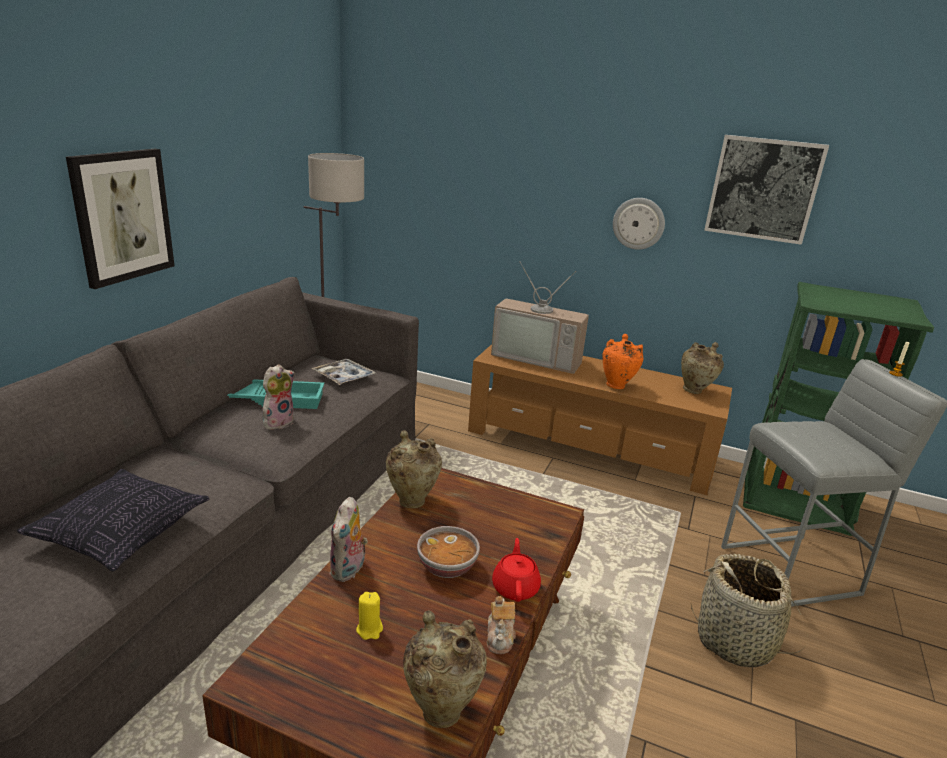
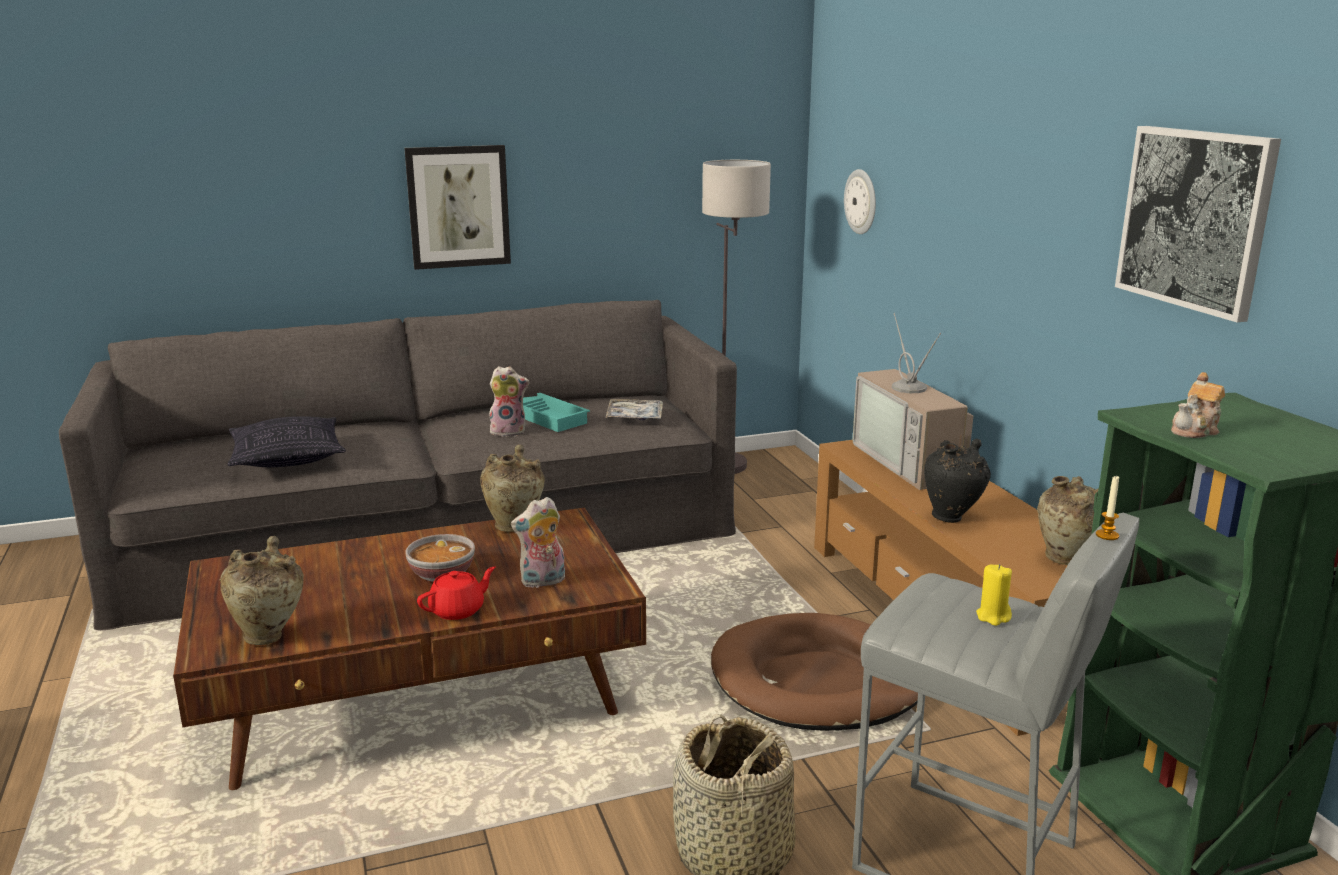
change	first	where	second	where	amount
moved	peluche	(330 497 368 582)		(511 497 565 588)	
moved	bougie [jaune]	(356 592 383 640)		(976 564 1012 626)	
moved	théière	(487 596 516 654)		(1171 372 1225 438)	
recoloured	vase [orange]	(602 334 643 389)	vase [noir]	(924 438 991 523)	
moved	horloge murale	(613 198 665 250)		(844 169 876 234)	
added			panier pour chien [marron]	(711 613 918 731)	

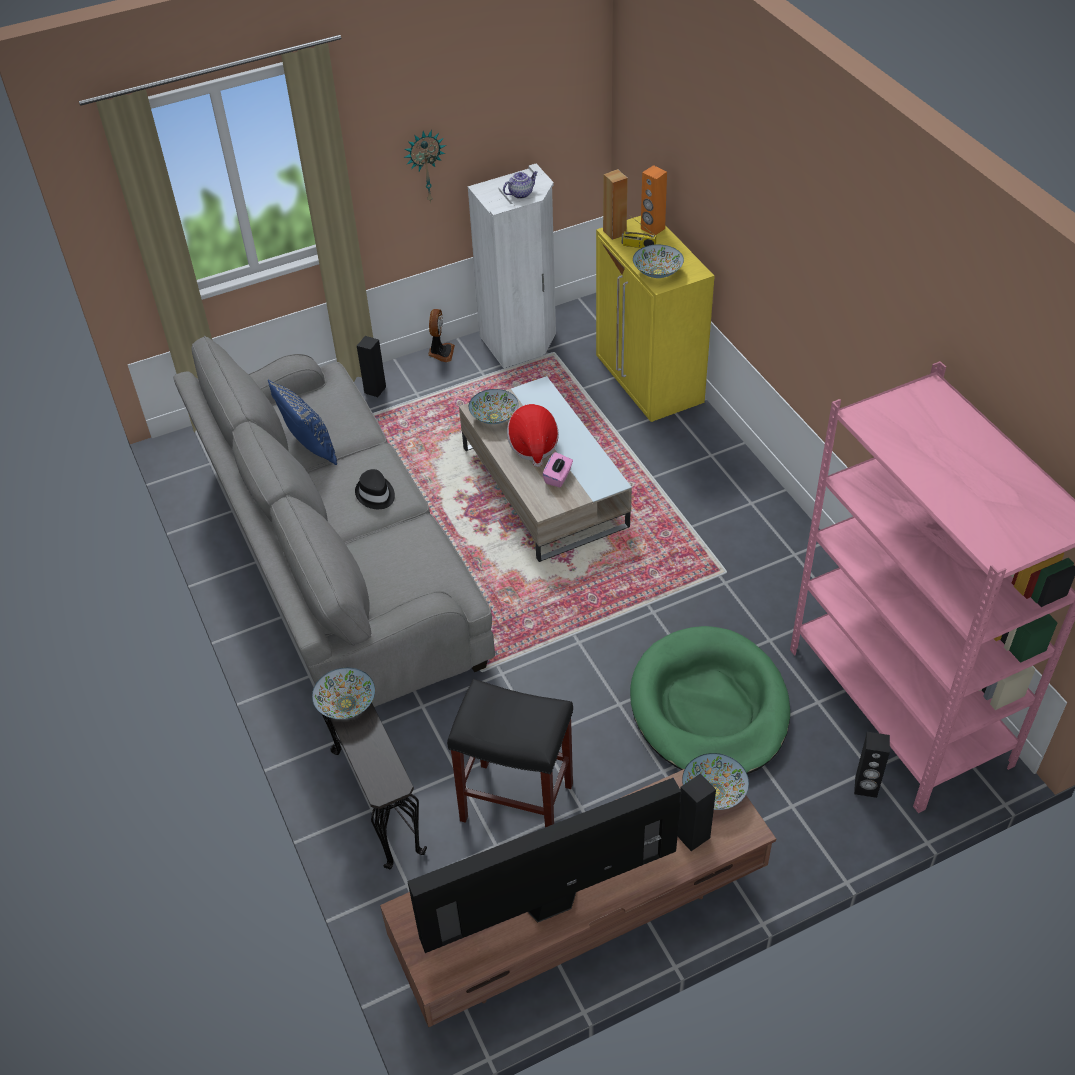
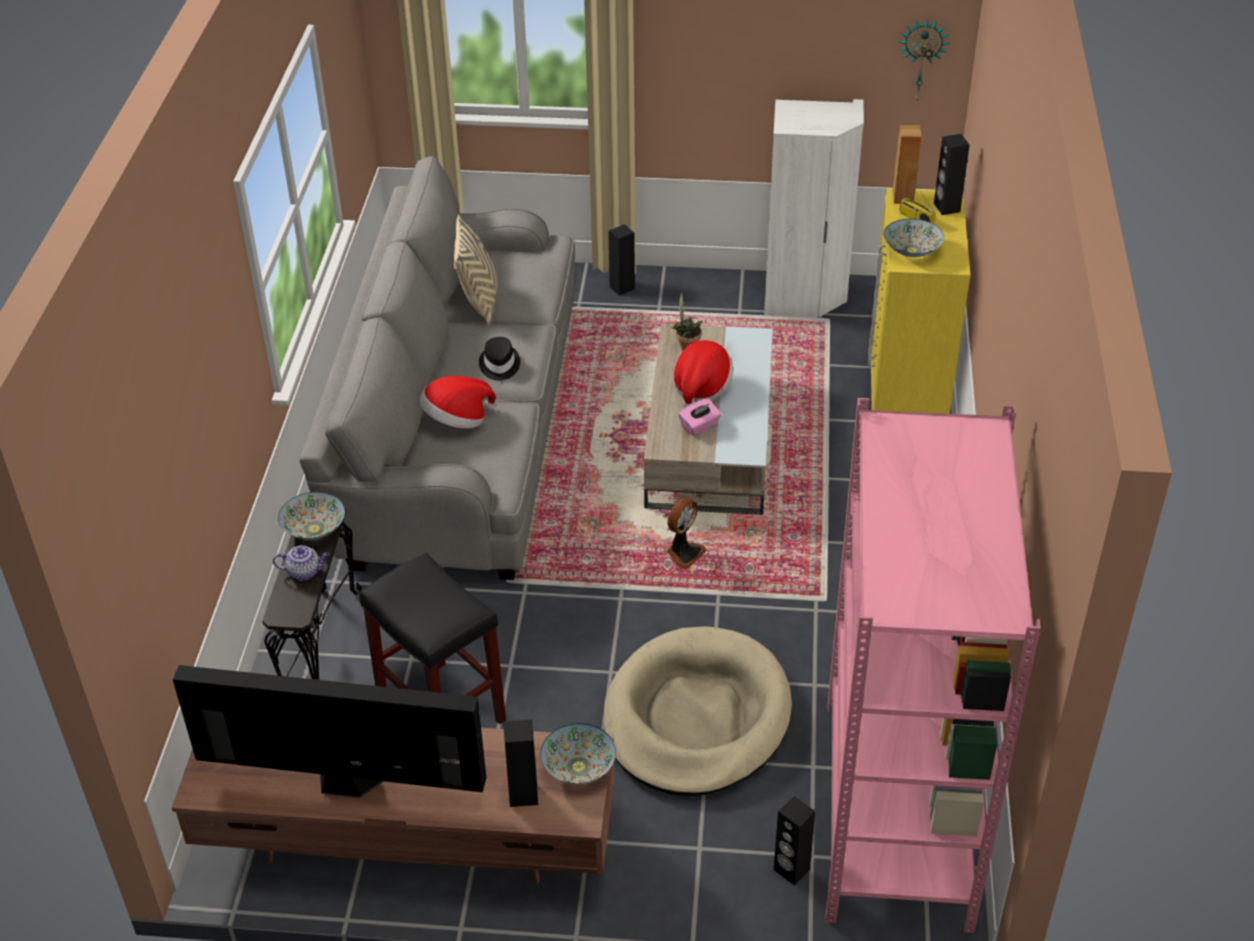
change	first	where	second	where	amount
recoloured	coussin [bleu]	(268 379 337 465)	coussin [beige]	(454 215 498 326)	
moved	horloge murale	(404 130 446 203)		(898 19 950 102)	
moved	ventilateur	(428 309 455 362)		(666 497 707 569)	
replaced	bol	(469 389 519 424)	plante en pot	(671 293 702 351)	
moved	théière	(503 171 538 199)		(273 545 329 581)	
recoloured	panier pour chien [vert]	(630 626 790 774)	panier pour chien [beige]	(603 626 792 796)	
recoloured	enceinte [orange]	(641 165 667 235)	enceinte [noir]	(934 134 969 215)	
added			chapeau	(420 376 496 429)	

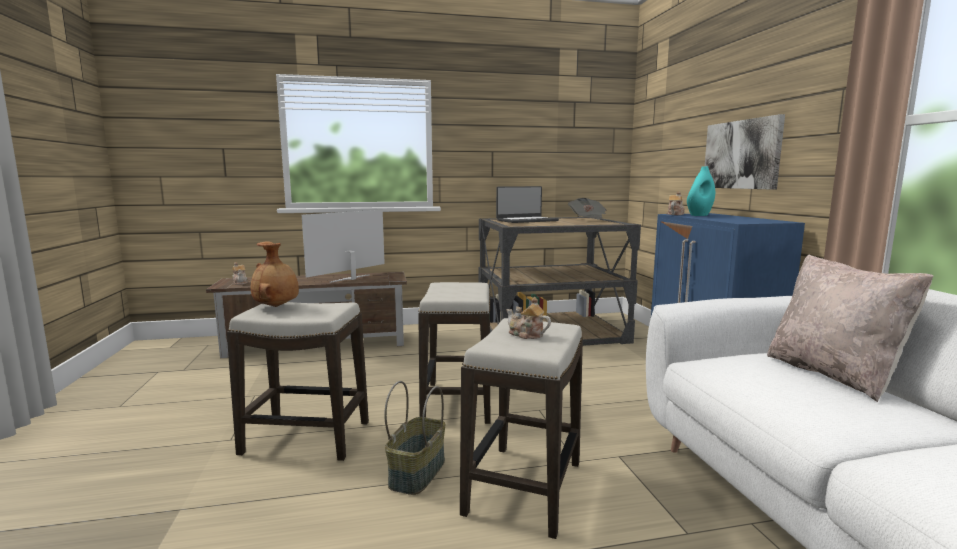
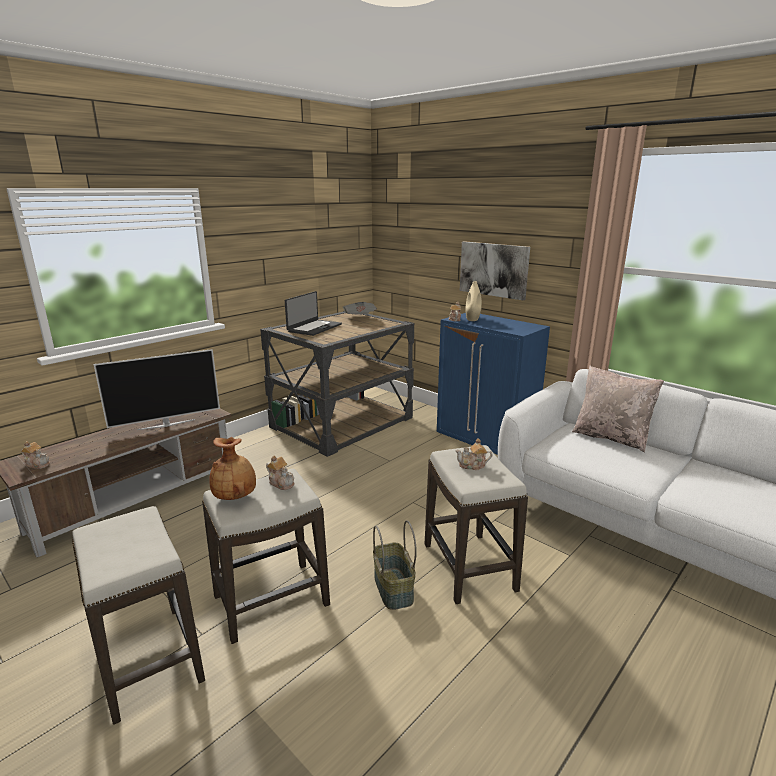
change	first	where	second	where	amount
turned	téléviseur	(302 210 385 283)		(94 349 220 430)	120 degrees counterclockwise
moved	tabouret	(418 282 490 424)		(72 506 205 725)	
recoloured	vase [turquoise]	(687 166 715 216)	vase [beige]	(465 281 482 321)	
added			théière	(266 456 294 490)	

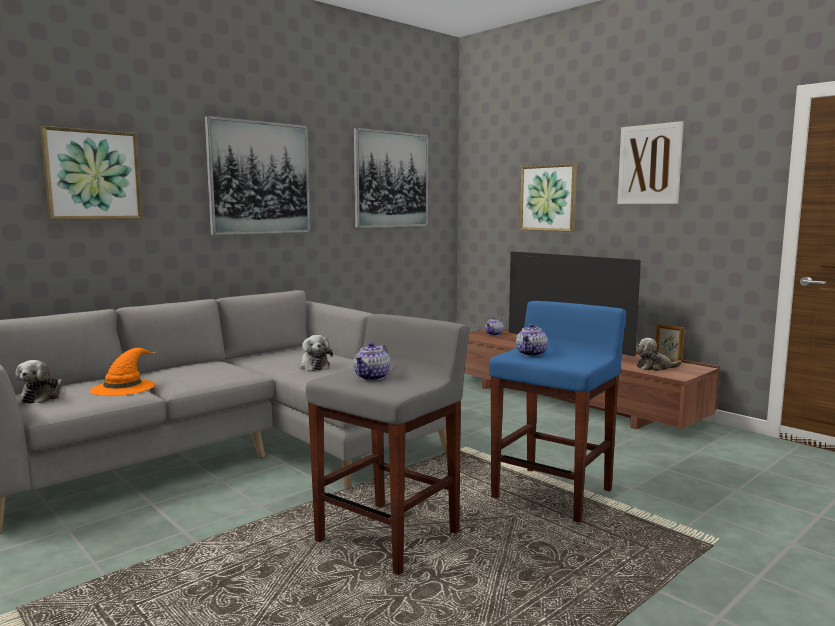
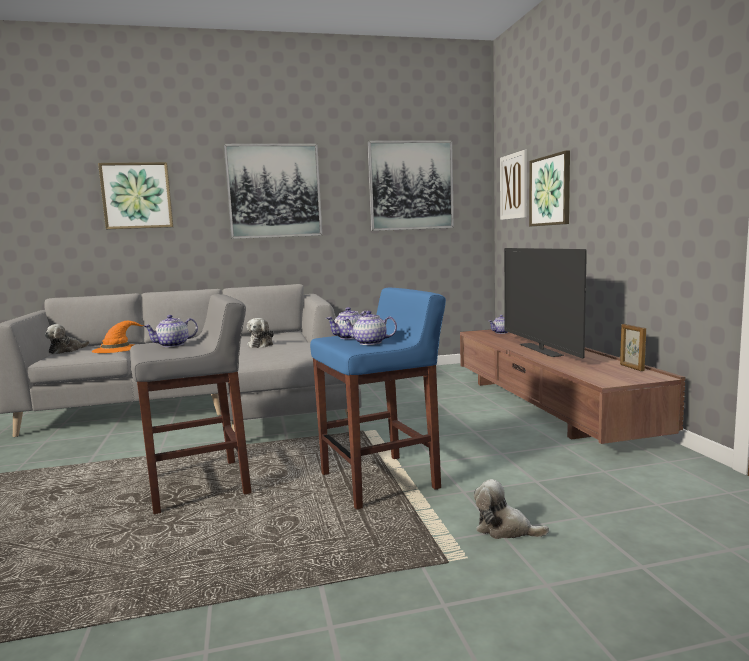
change	first	where	second	where	amount
moved	tableau	(617 121 684 204)		(500 150 527 220)	
moved	peluche	(636 338 682 371)		(474 479 549 539)	
added			théière	(343 311 397 345)	

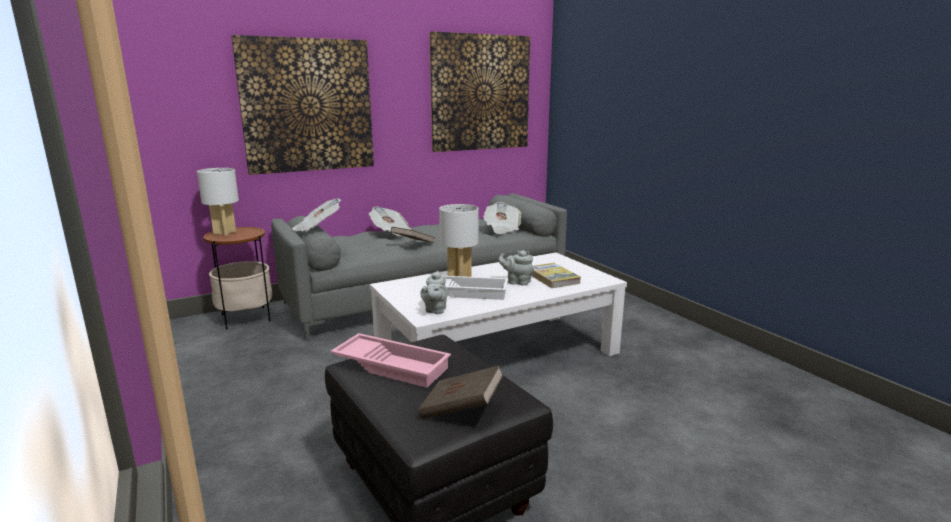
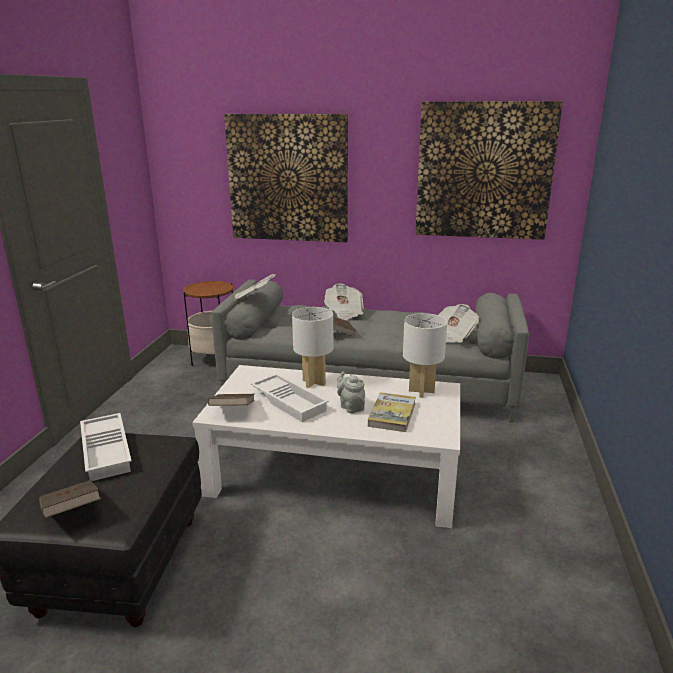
change	first	where	second	where	amount
moved	lampe de table [blanc]	(197 168 239 236)		(403 313 447 398)	
recoloured	plateau [rose]	(331 333 451 388)	plateau [blanc]	(80 413 131 481)	
replaced	théière [gris]	(420 271 448 314)	livre [marron]	(208 394 255 406)	

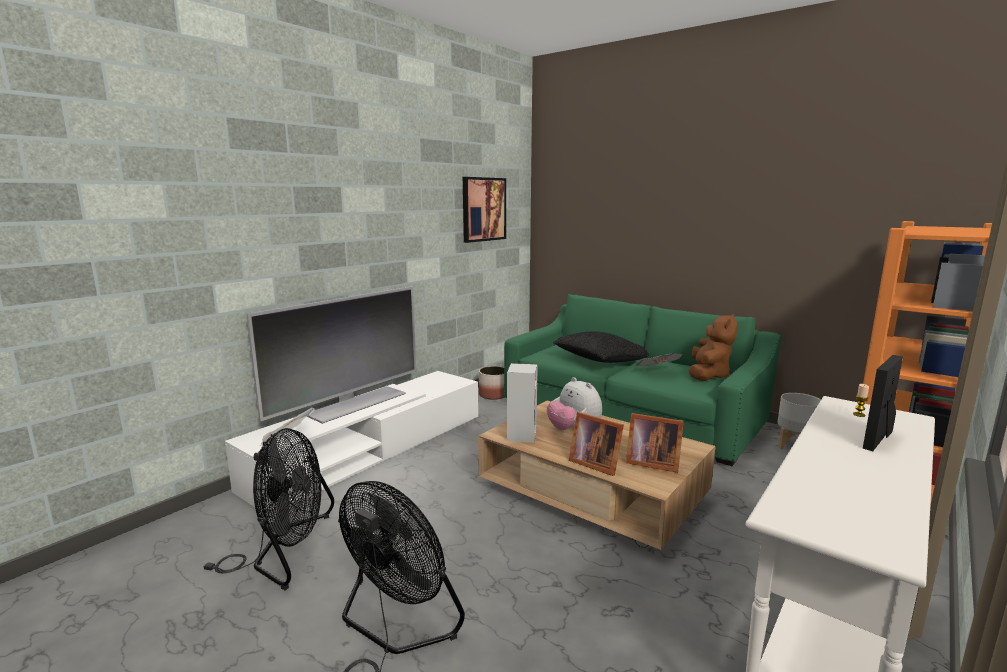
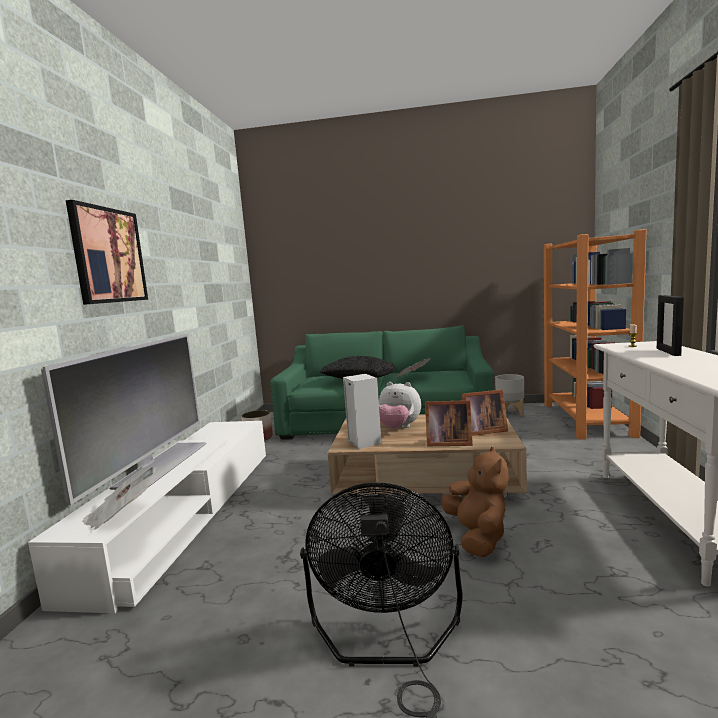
change	first	where	second	where	amount
removed	ventilateur [noir]	(203 428 334 591)			
moved	tableau	(463 177 506 243)		(66 200 148 305)	
moved	peluche [marron]	(688 314 738 381)		(441 447 509 558)	

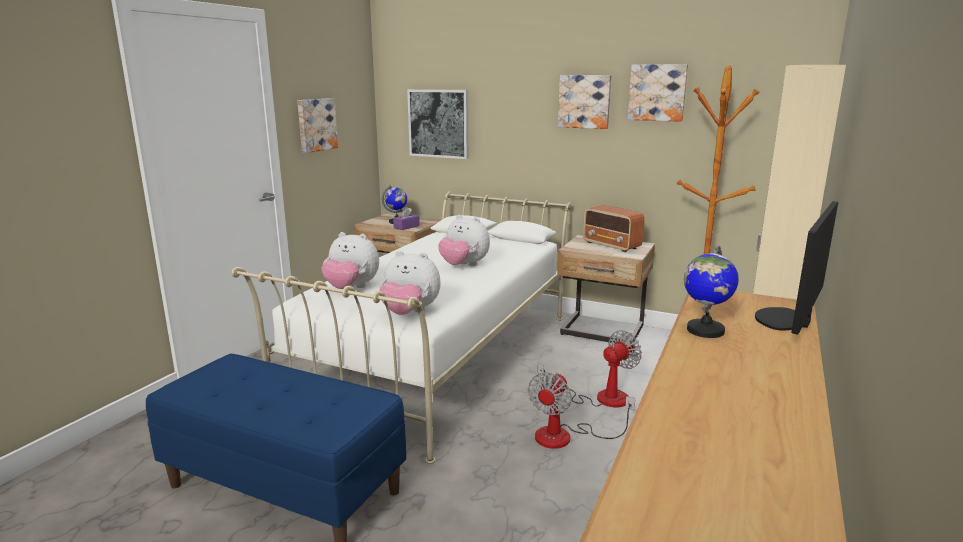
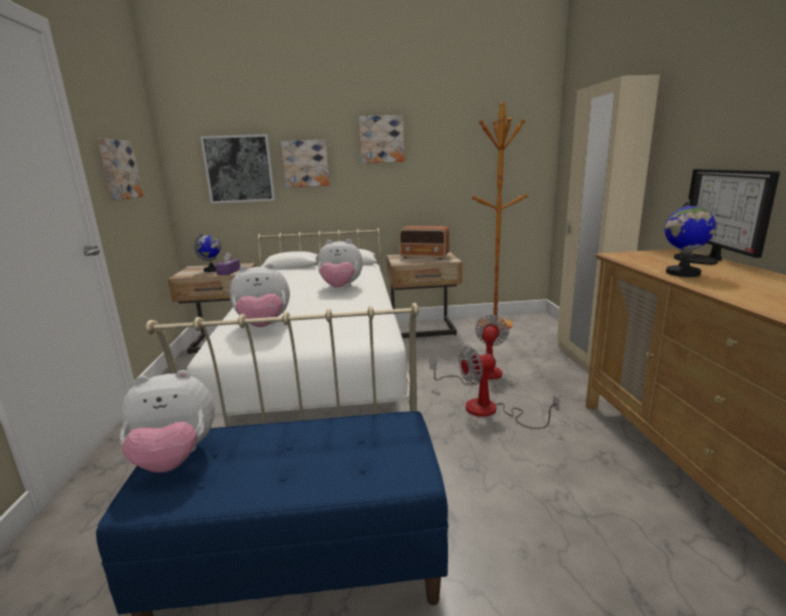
change	first	where	second	where	amount
moved	peluche	(379 251 441 315)		(120 370 215 473)	
turned	ventilateur	(528 372 635 449)		(459 346 559 429)	75 degrees clockwise
moved	tableau	(627 64 688 122)		(281 140 330 187)	

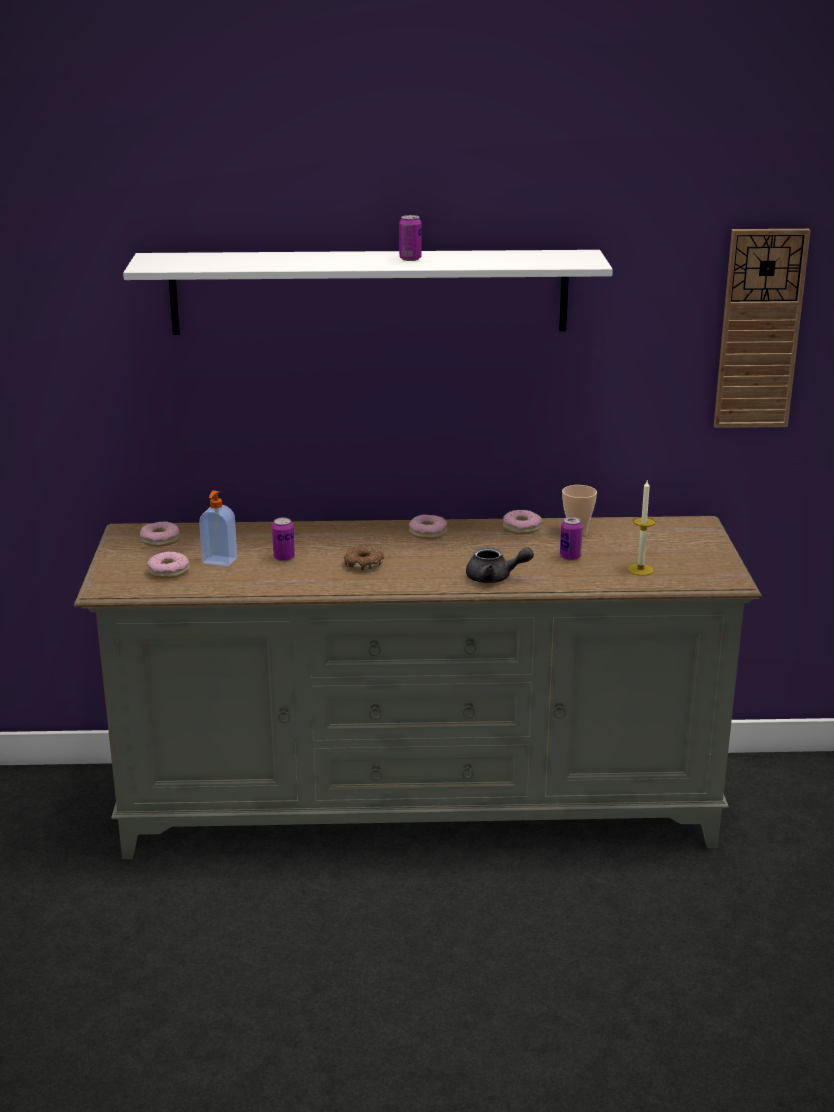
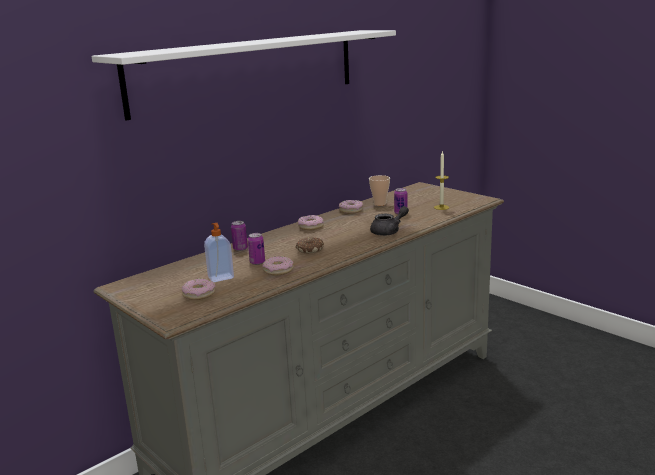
change	first	where	second	where	amount
moved	beignet	(140 521 180 547)		(263 256 294 275)	
moved	boîte métallique	(399 215 421 261)		(231 221 248 251)	
removed	horloge murale	(714 229 811 428)			

